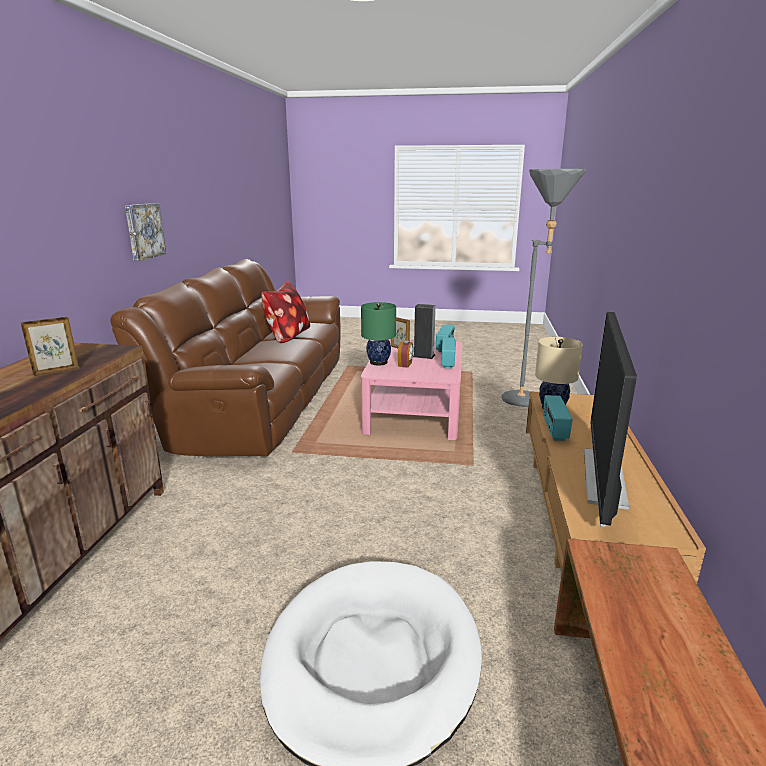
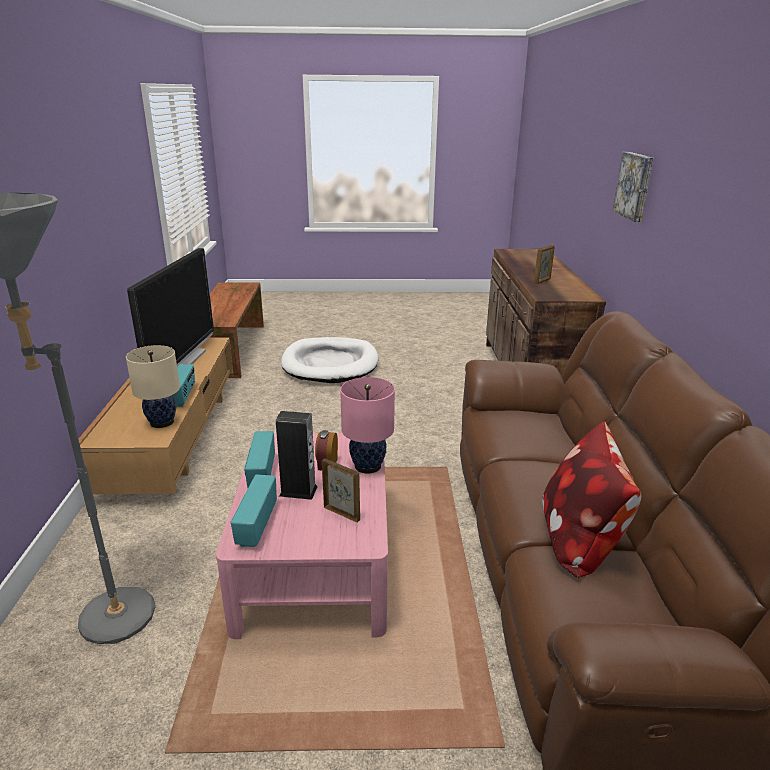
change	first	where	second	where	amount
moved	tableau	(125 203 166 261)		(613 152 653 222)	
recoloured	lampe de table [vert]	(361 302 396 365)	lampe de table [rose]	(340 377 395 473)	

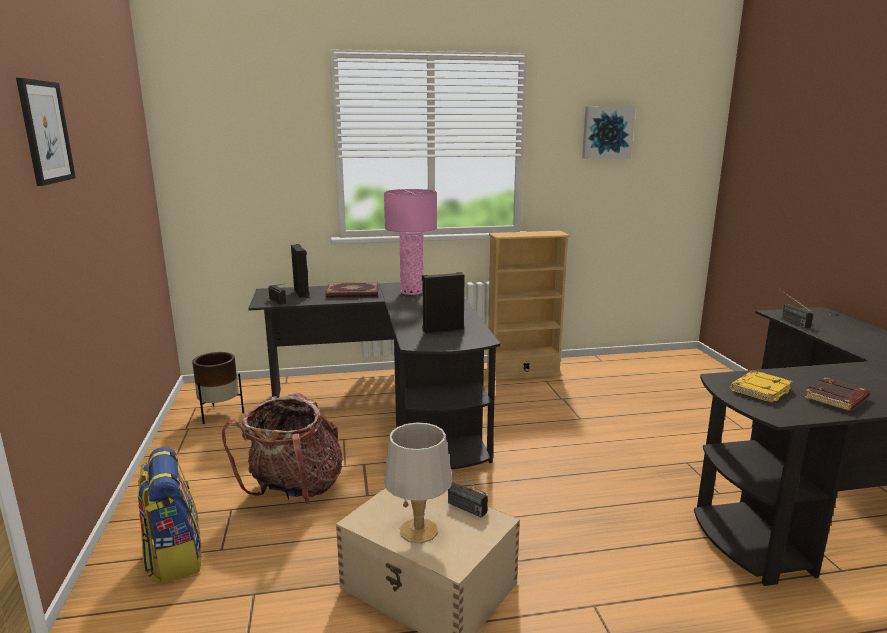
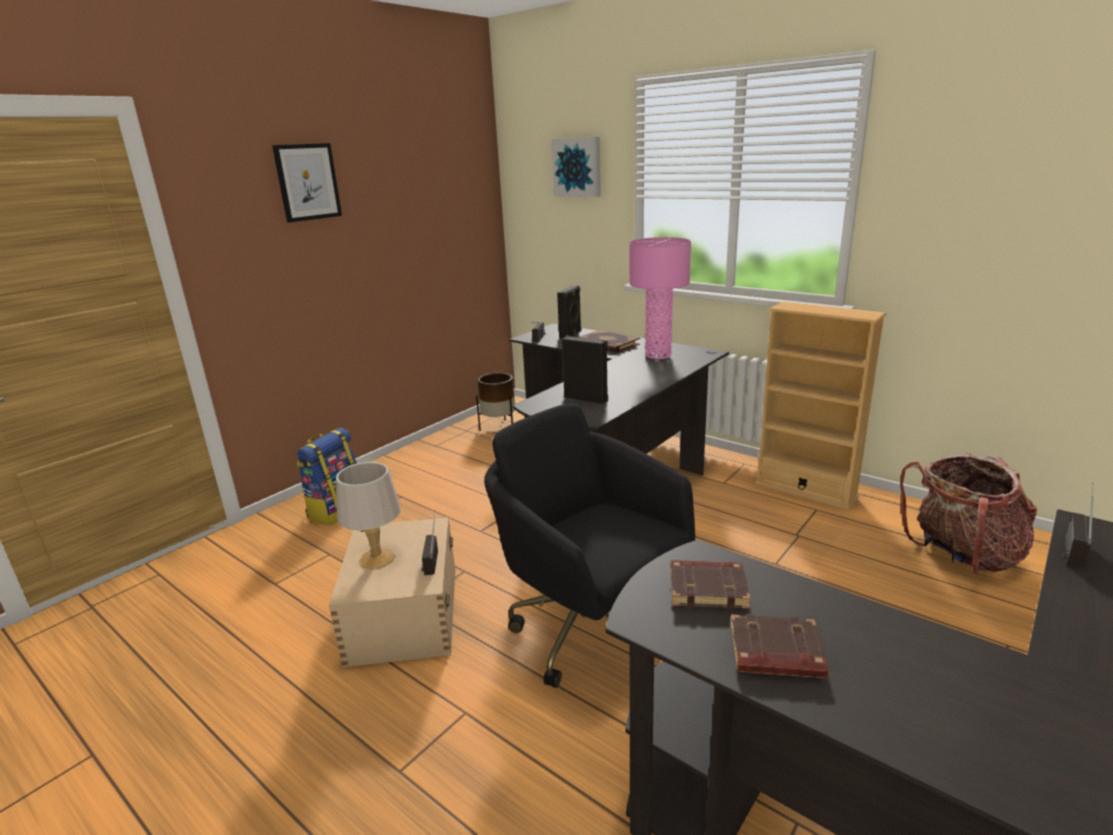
change	first	where	second	where	amount
moved	sac à dos	(222 393 343 505)		(900 453 1037 576)	
moved	tableau	(582 106 636 159)		(551 137 601 197)	
recoloured	livre [jaune]	(730 371 793 403)	livre [marron]	(670 560 751 610)	
added			chaise de bureau [noir]	(484 403 695 688)	

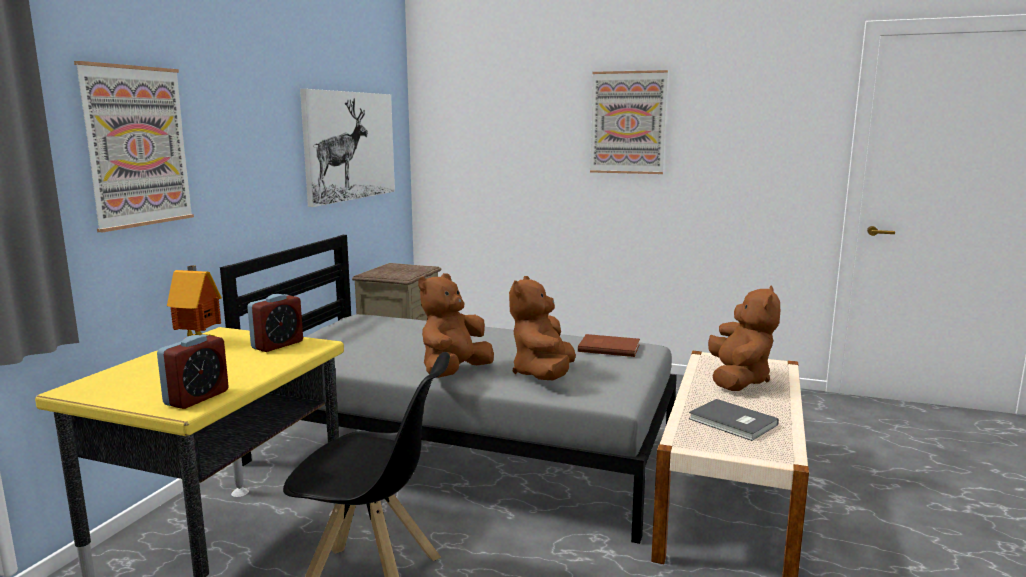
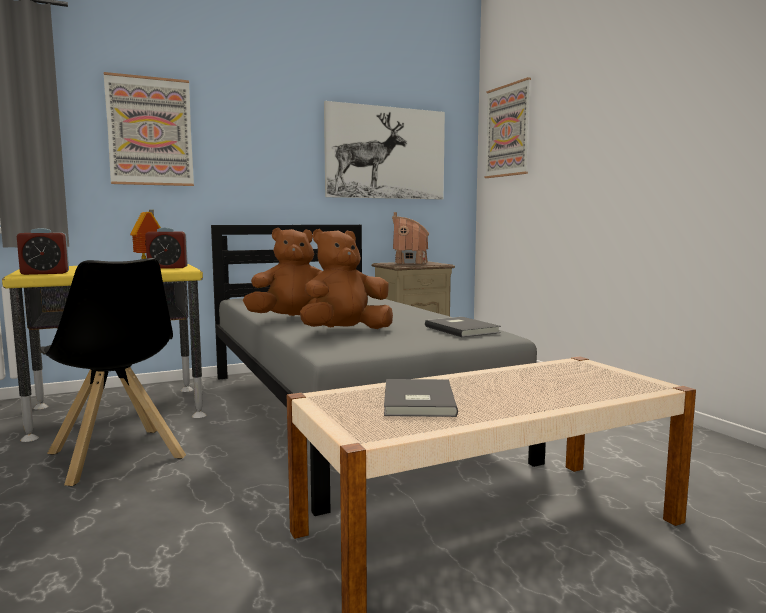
change	first	where	second	where	amount
recoloured	livre [marron]	(578 334 640 357)	livre [gris]	(425 317 501 337)	
moved	tableau	(590 70 668 174)		(484 77 531 178)	
removed	peluche [marron]	(708 285 780 391)			
added			maison miniature	(392 212 430 264)	

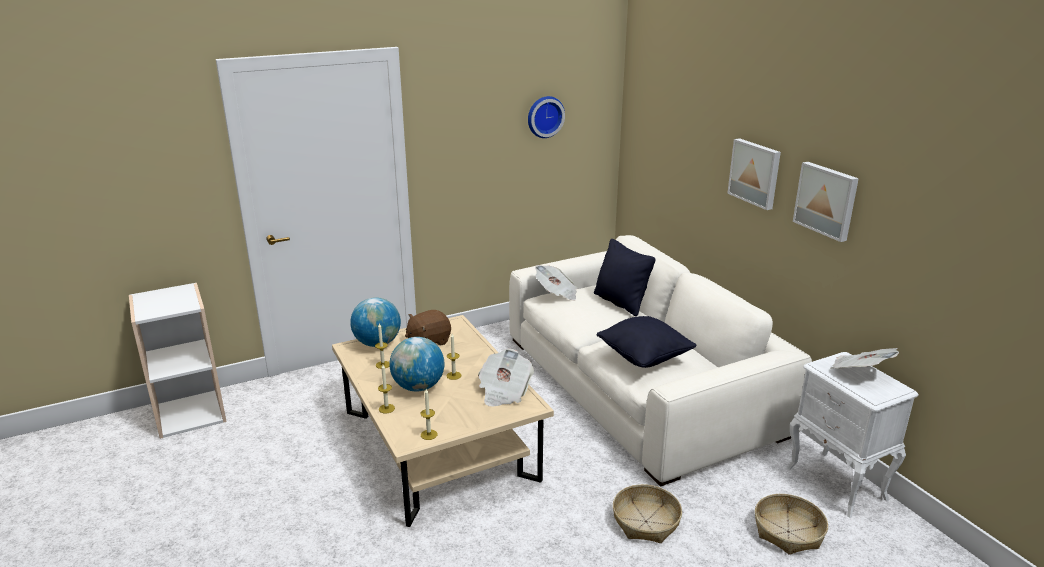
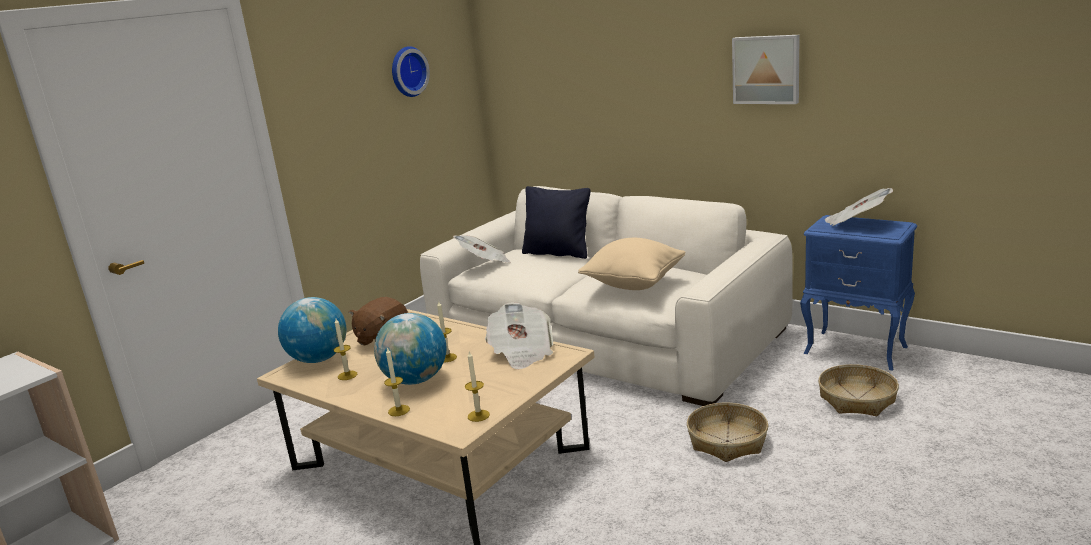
change	first	where	second	where	amount
recoloured	coussin [noir]	(596 316 696 368)	coussin [beige]	(578 238 686 290)	
removed	tableau	(727 138 781 210)			
recoloured	table de chevet [blanc]	(786 352 918 518)	table de chevet [bleu]	(800 215 917 371)	

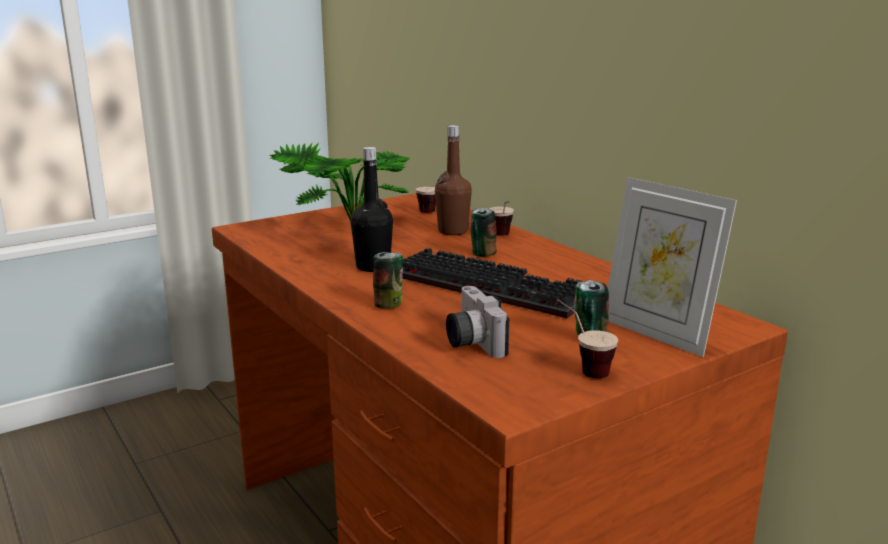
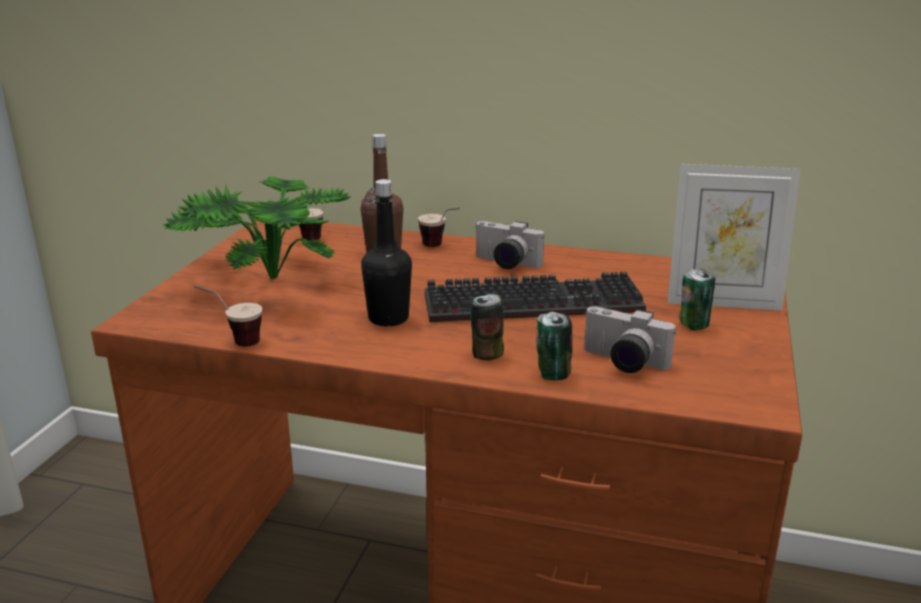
change	first	where	second	where	amount
moved	boîte métallique	(470 208 497 257)		(536 312 573 380)	
moved	tasse	(557 299 618 378)		(194 286 262 347)	
added			appareil photo	(475 221 544 269)	

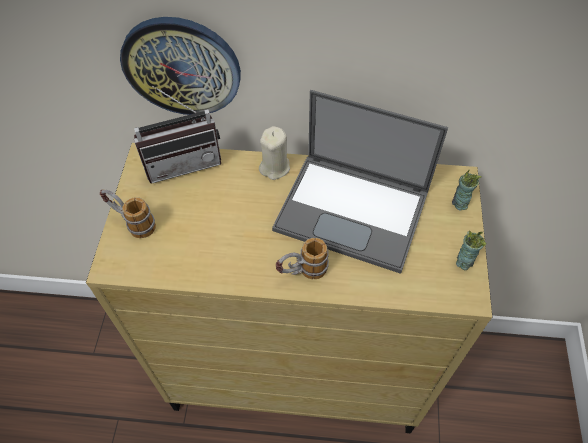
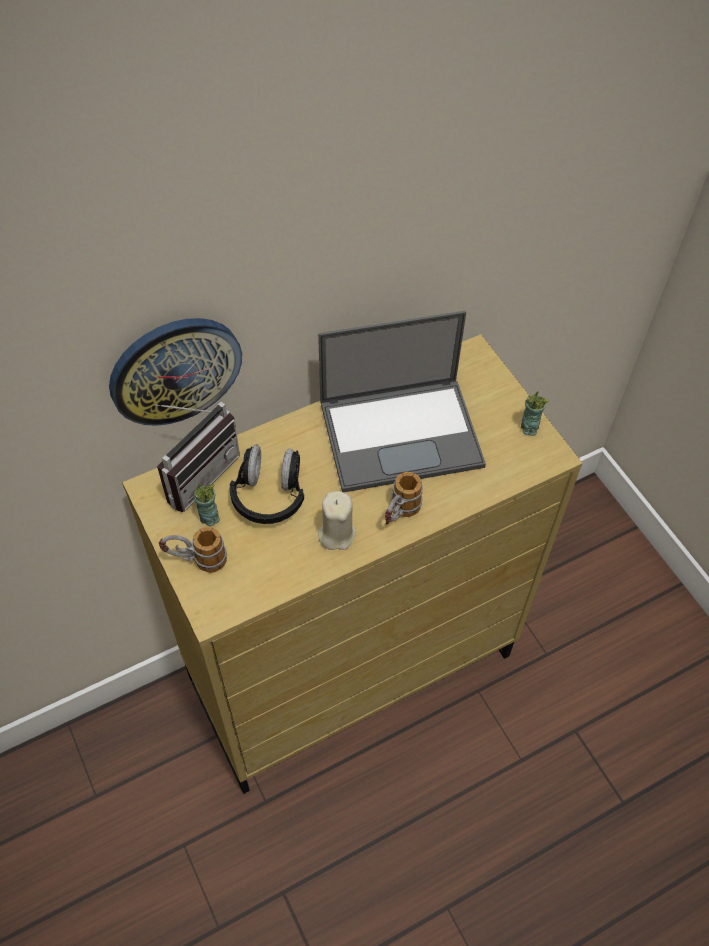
change	first	where	second	where	amount
moved	bougie [beige]	(259 126 290 180)		(318 491 356 550)	
moved	tasse	(452 170 481 210)		(193 483 220 526)	
added			casque audio [noir]	(230 445 304 524)	

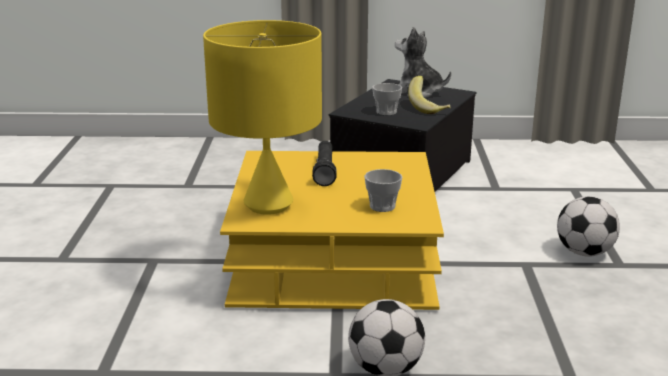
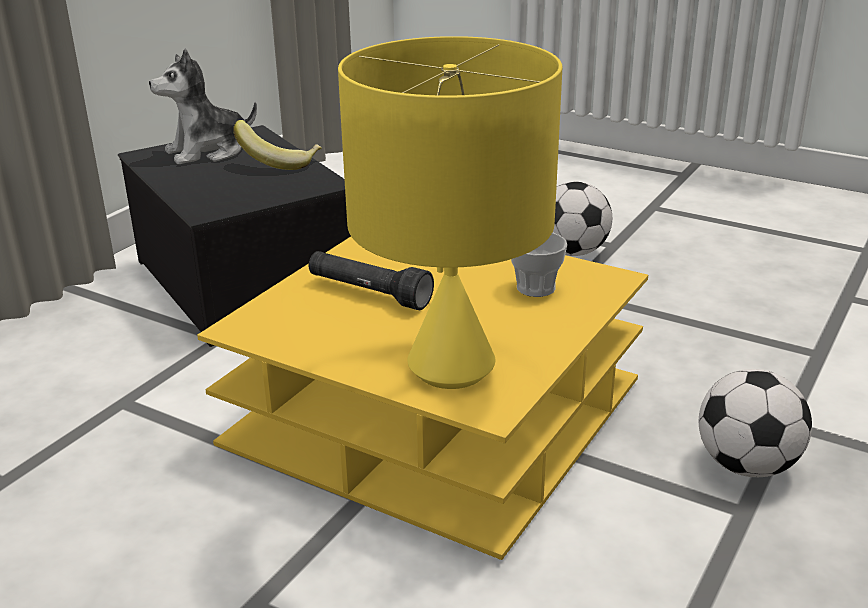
change	first	where	second	where	amount
removed	tasse	(372 83 402 115)			

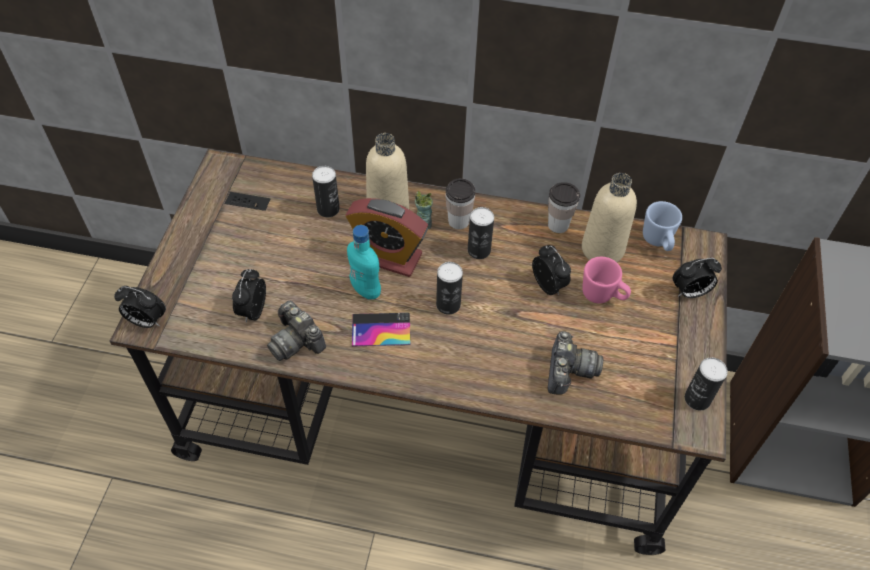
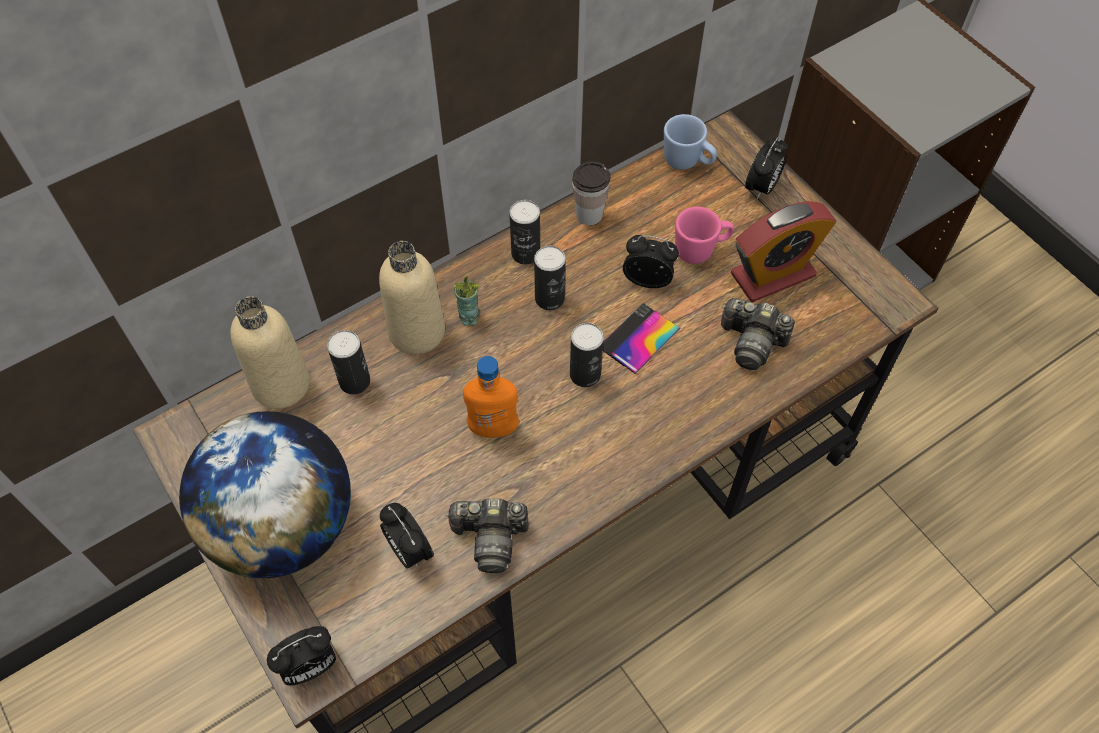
change	first	where	second	where	amount
moved	réveil	(346 198 428 277)		(731 201 836 302)	
recoloured	bouteille [turquoise]	(347 225 381 299)	bouteille [orange]	(463 356 519 438)	
moved	téléphone	(352 313 410 346)		(603 303 680 374)	
removed	tasse	(445 178 475 230)			
turned	appareil photo	(548 331 603 395)		(721 298 795 370)	150 degrees clockwise
moved	bouteille [beige]	(582 173 637 262)		(230 296 310 409)	
moved	boîte métallique	(685 357 728 411)		(509 200 540 265)	
added			globe	(179 411 351 578)	

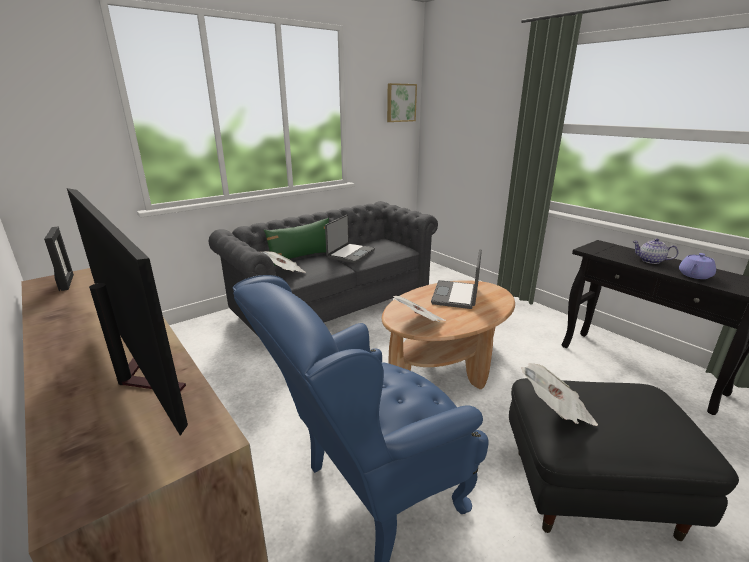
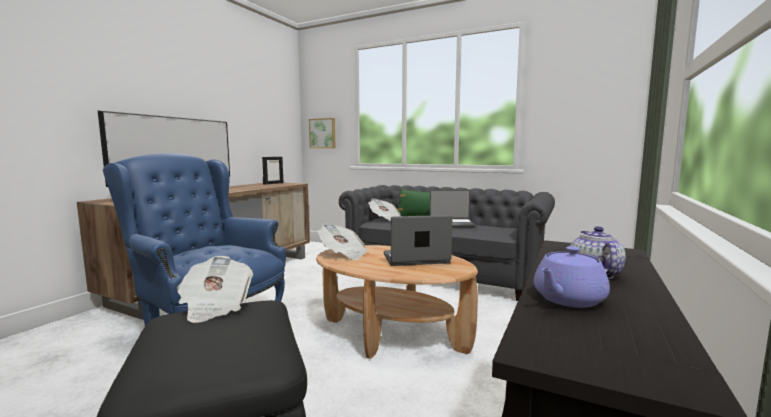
change	first	where	second	where	amount
moved	tableau	(387 83 417 122)		(309 118 335 148)	
turned	théière [violet]	(679 253 716 279)		(534 246 610 308)	60 degrees counterclockwise

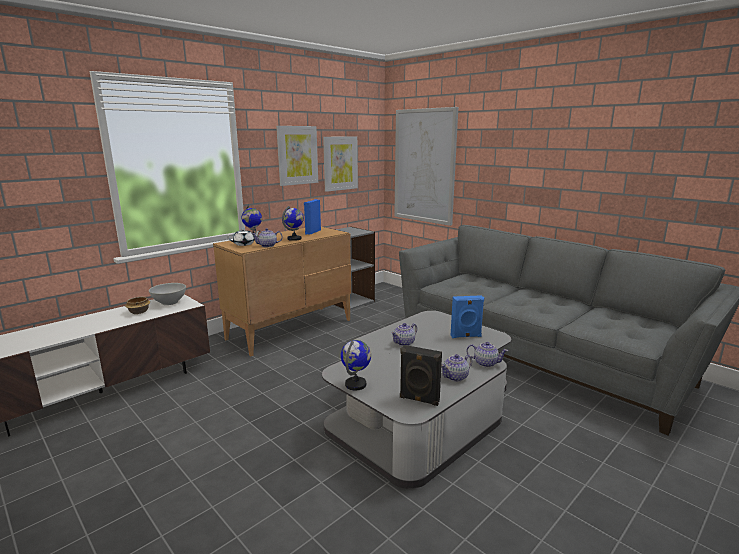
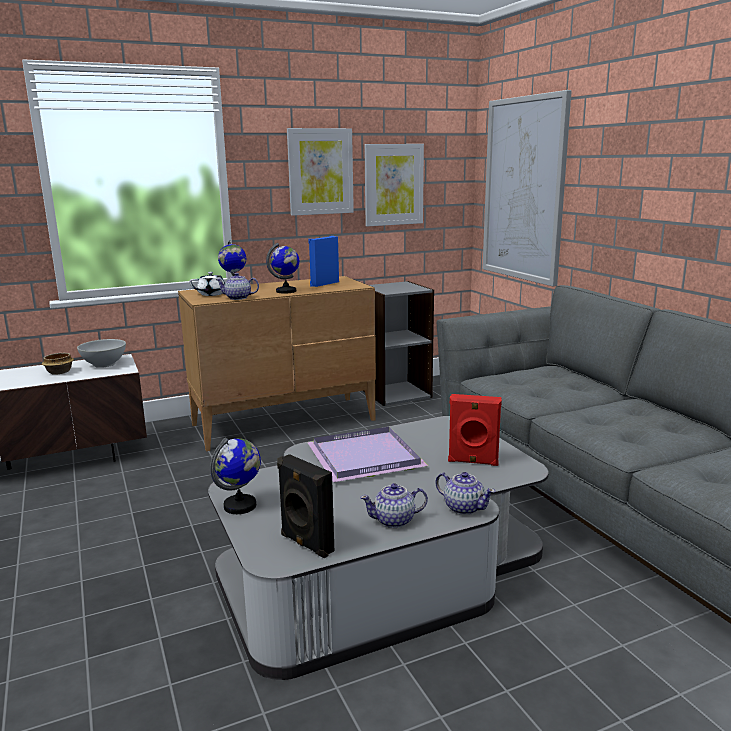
change	first	where	second	where	amount
replaced	théière	(391 323 417 346)	plateau [violet]	(307 427 428 482)	
recoloured	enceinte [bleu]	(451 295 484 338)	enceinte [rouge]	(448 394 502 466)	

